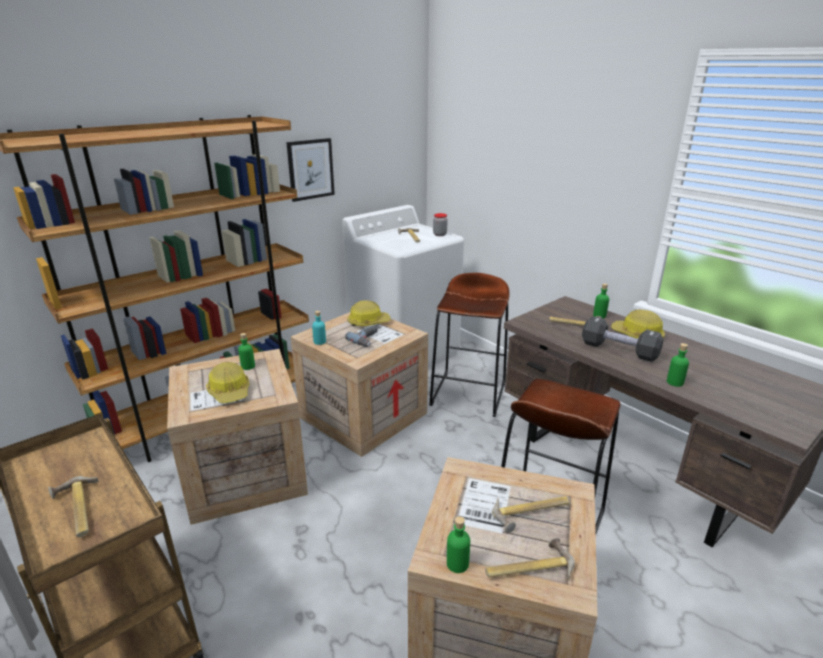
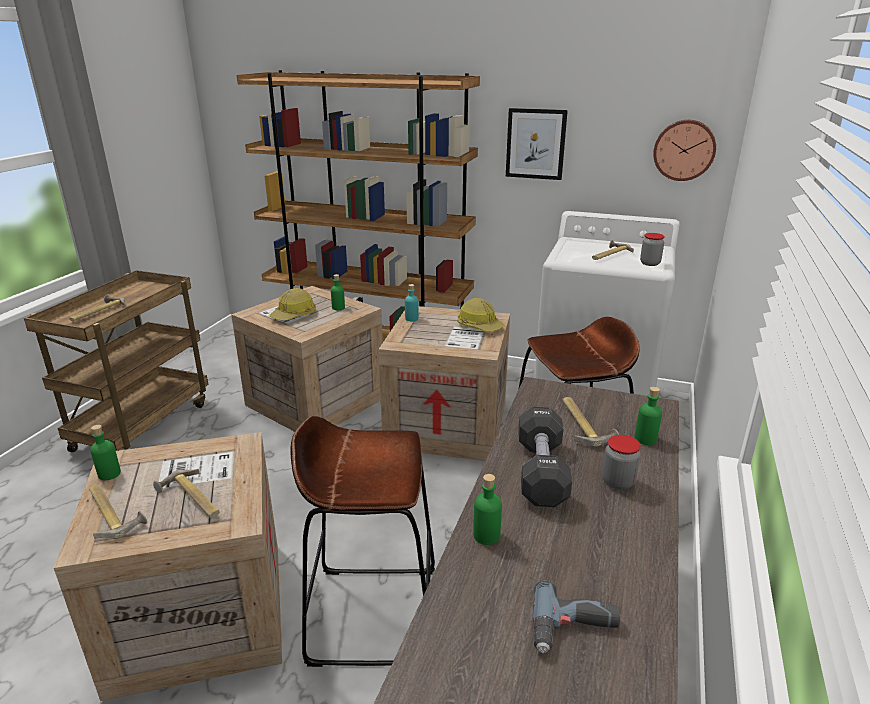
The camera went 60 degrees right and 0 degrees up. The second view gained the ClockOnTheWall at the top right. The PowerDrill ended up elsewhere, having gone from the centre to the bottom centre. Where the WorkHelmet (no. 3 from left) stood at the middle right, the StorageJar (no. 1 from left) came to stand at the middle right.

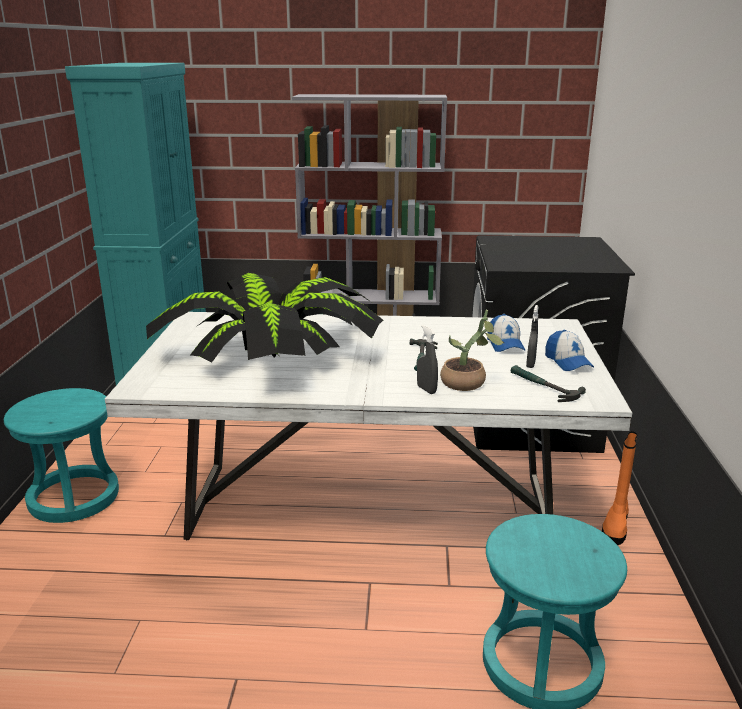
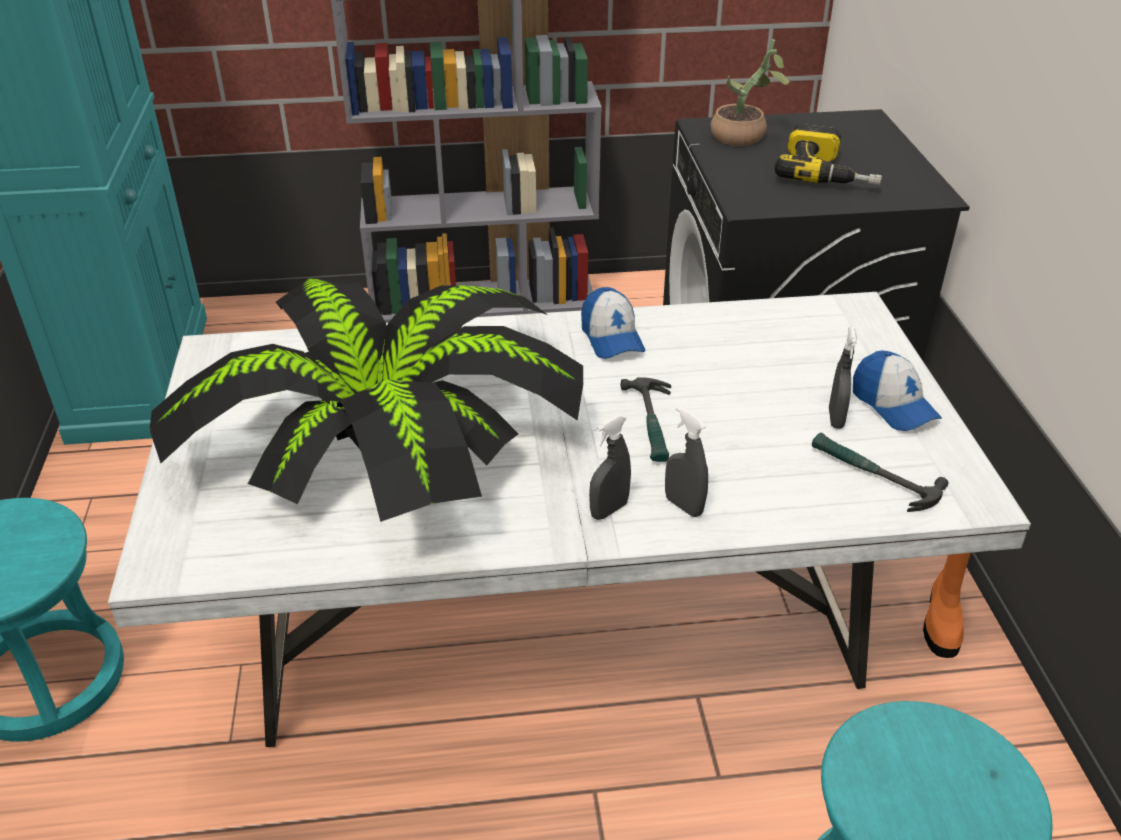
The camera went 10 degrees left and 15 degrees up. The second view gained the GreyishSprayer (no. 1 from left) at the centre. The second view gained the PowerDrill at the top right. The Houseplant (no. 2 from left) ended up elsewhere, having gone from the centre to the top right. The PeakedCap (no. 1 from left) ended up elsewhere, having gone from the middle right to the centre.

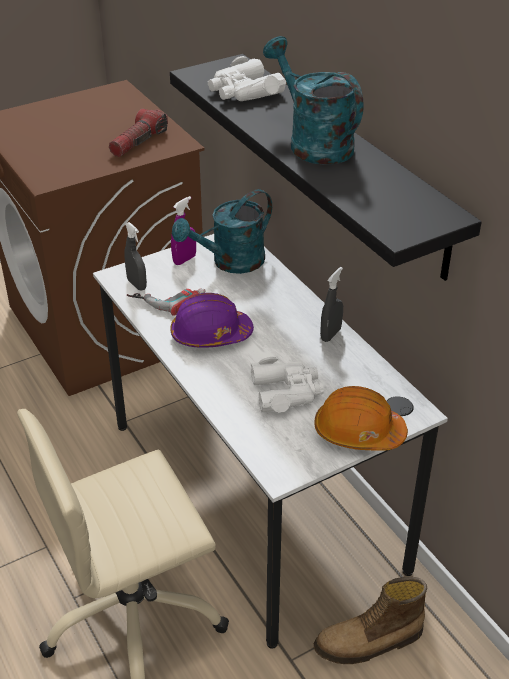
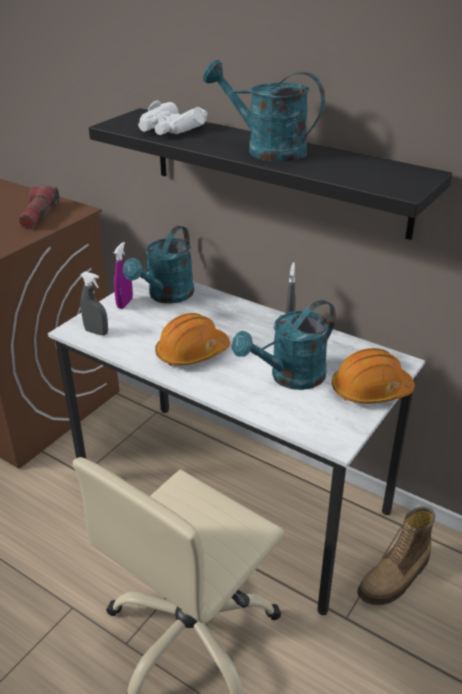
The camera went 25 degrees left and 5 degrees down. The second view lost the PowerDrill at the middle left. Where the WhiteColouredFieldGlasses (no. 2 from left) stood at the centre, the TurquoiseColouredWateringCan (no. 3 from left) came to stand at the centre. What was the PurpleColouredWorkHelmet at the centre turned into the OrangeyWorkHelmet (no. 1 from left) at the centre.

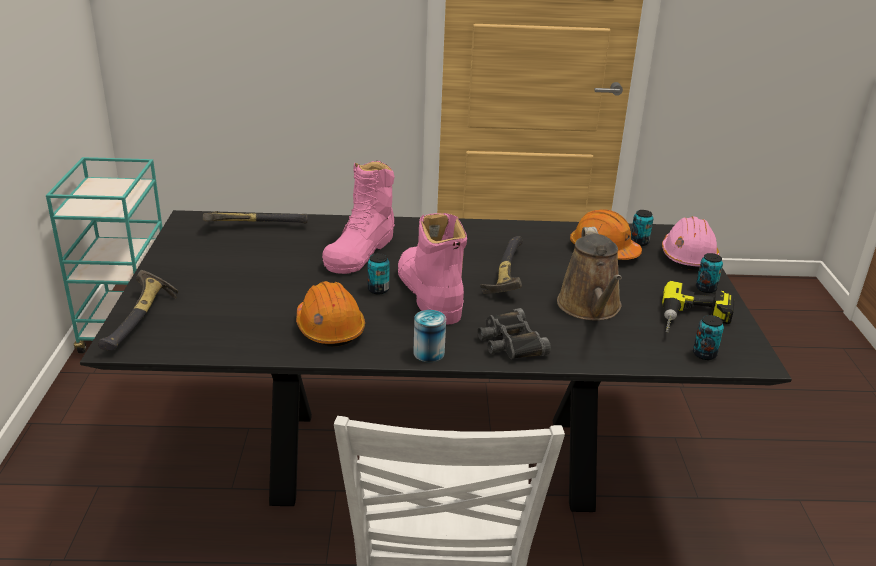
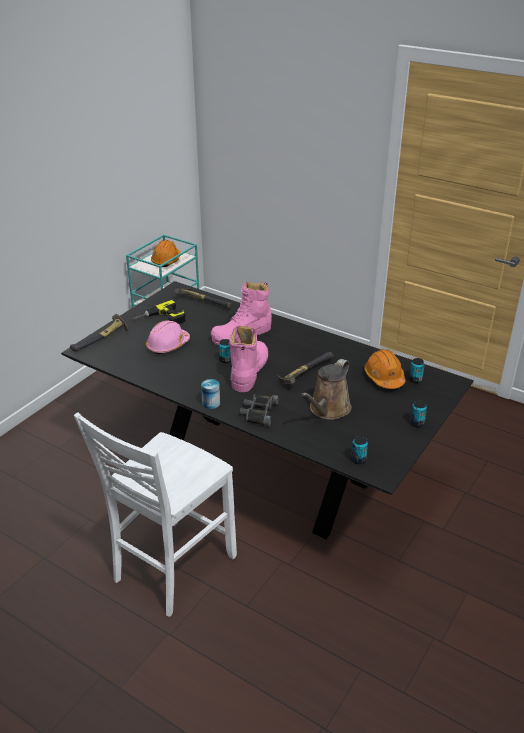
The camera went 35 degrees right and 5 degrees up. The OrangeyWorkHelmet (no. 1 from left) ended up elsewhere, having gone from the centre to the middle left. The PinkColouredWorkHelmet ended up elsewhere, having gone from the middle right to the middle left. The PowerDrill ended up elsewhere, having gone from the middle right to the middle left.

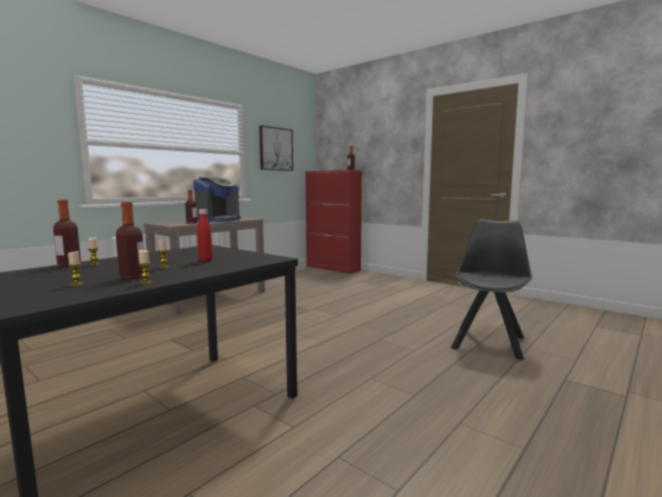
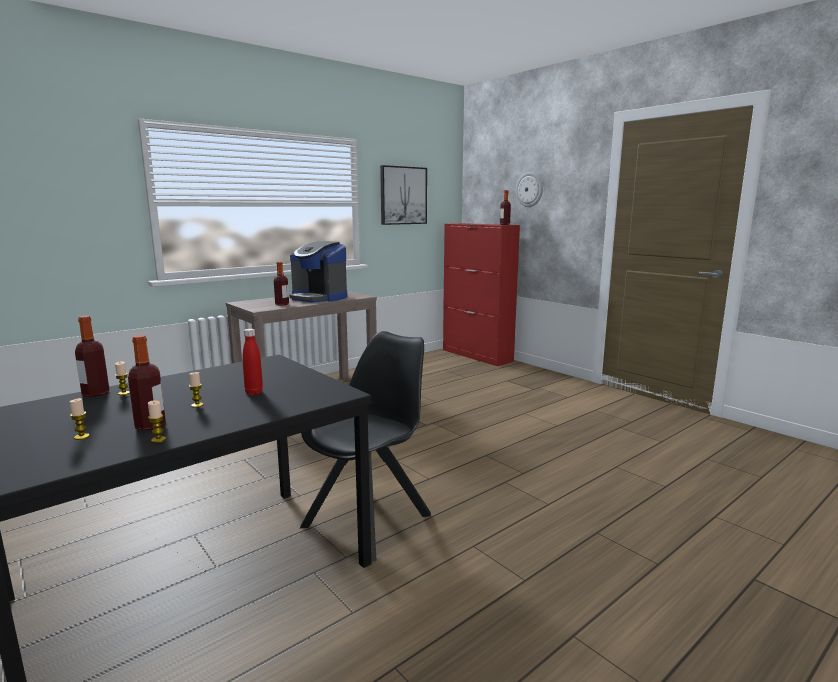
The camera went 10 degrees right and 5 degrees up. The second view gained the ClockOnTheWall at the top centre. The BlackColouredPlainChair ended up elsewhere, having gone from the middle right to the centre. The CoffeeBrewer at the middle left ended up facing another way, 75 degrees clockwise from before.

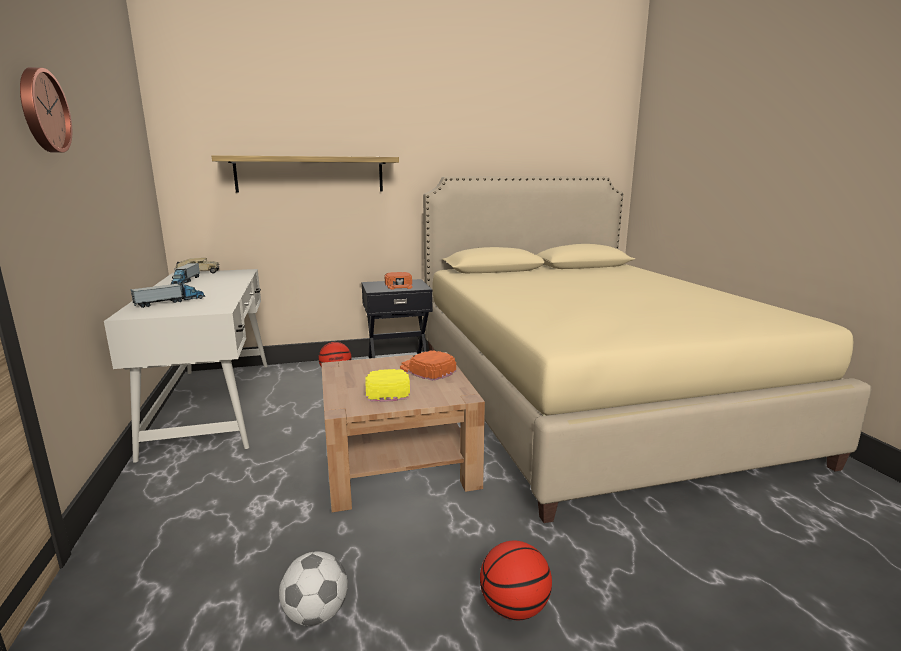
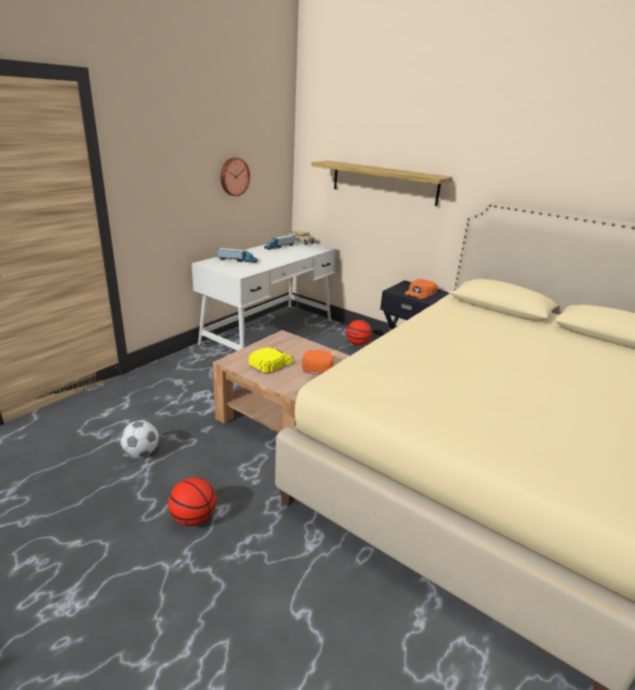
The camera went 50 degrees right and 10 degrees up. The ClockOnTheWall ended up elsewhere, having gone from the top left to the top centre.

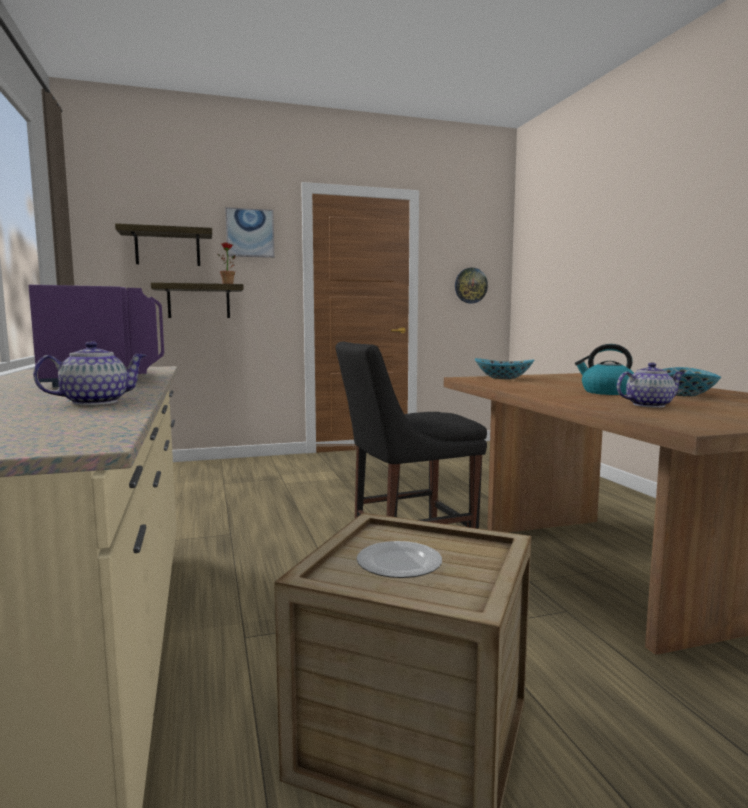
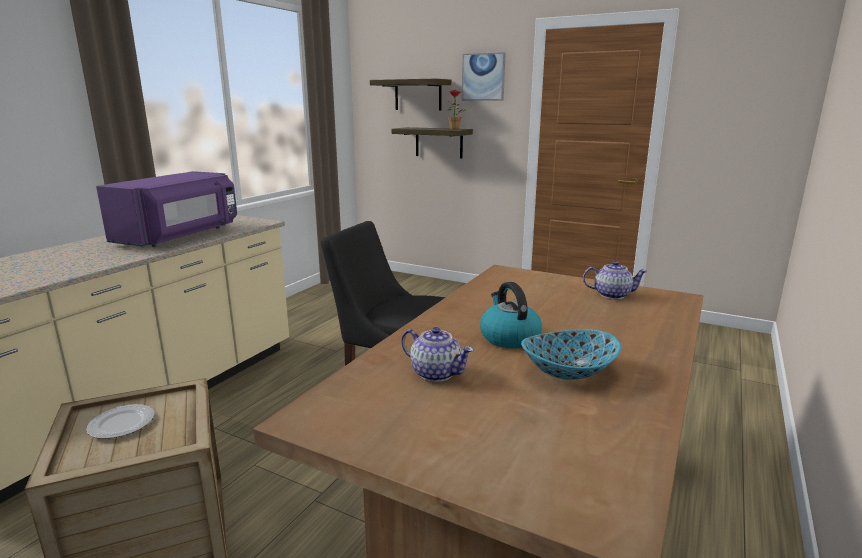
The camera went 45 degrees right and 10 degrees up. The second view lost the ClockOnTheWall at the centre. The second view lost the DeepDish (no. 1 from left) at the middle right. The Teapot (no. 1 from left in the first image) ended up elsewhere, having gone from the middle left to the middle right.

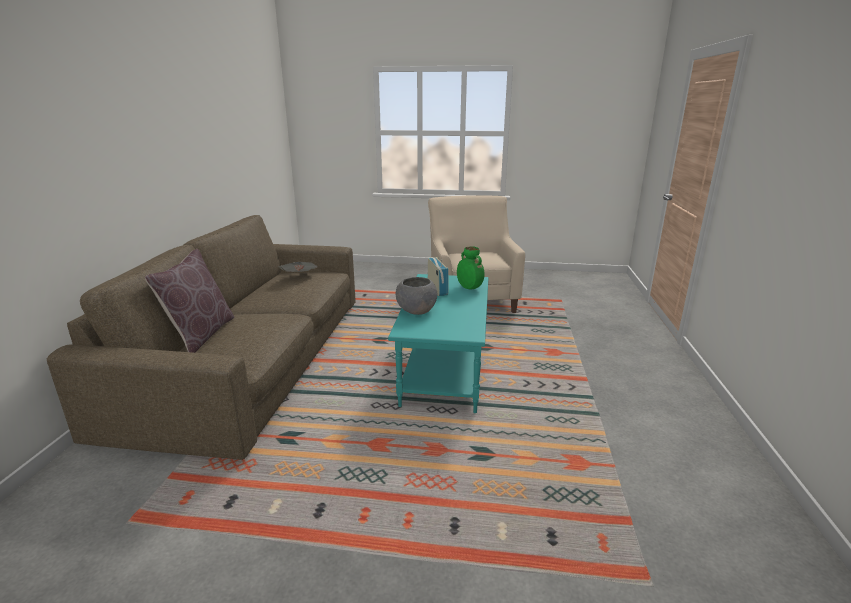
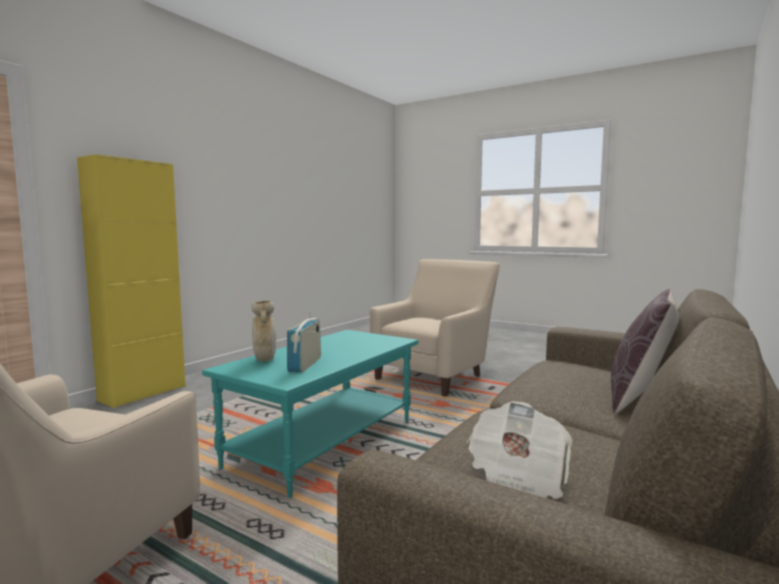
The camera went 155 degrees left and 15 degrees down. The second view lost the GreyishDeepDish at the centre. The second view gained the YellowishStorageCabinet at the middle left. The second view gained the BeigeColouredLoungeChair (no. 2 from left) at the centre. What was the GreenishVase at the centre turned into the BeigeColouredVase at the centre.

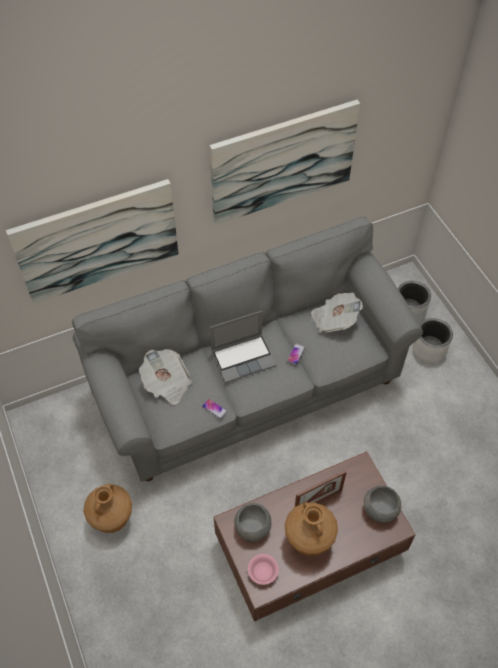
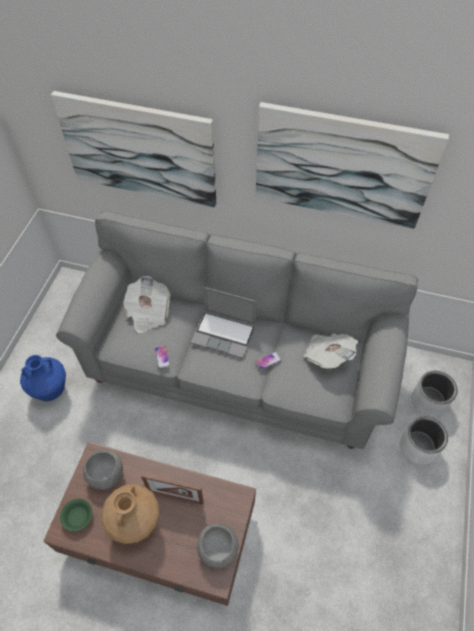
The camera went 40 degrees right and 0 degrees up. What was the BrownVase (no. 1 from left) at the bottom left turned into the BlueVase at the middle left. What was the PinkColouredDeepDish at the bottom centre turned into the GreenishDeepDish at the bottom left.

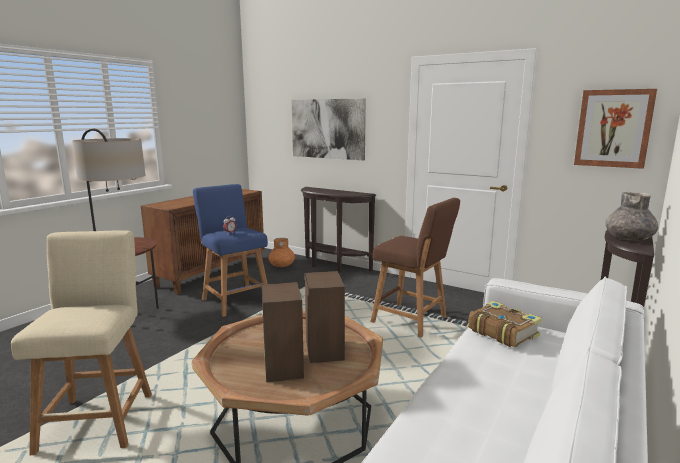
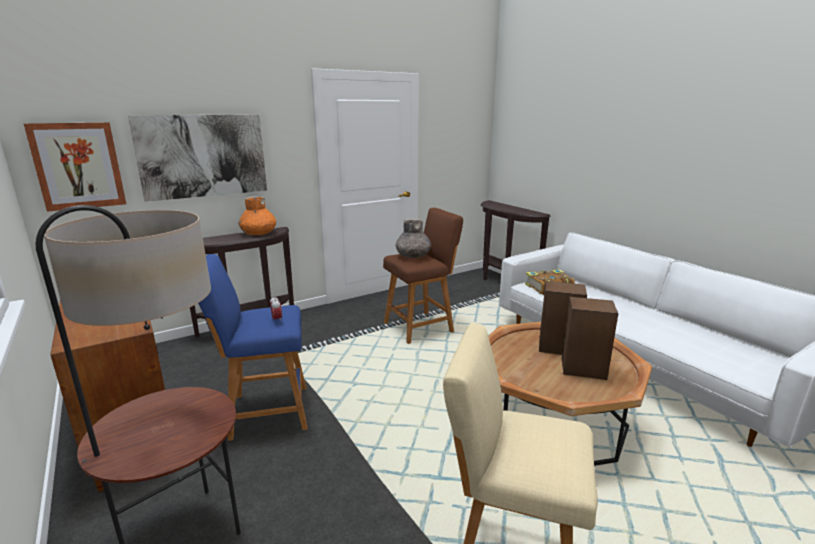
The camera went 65 degrees left and 5 degrees up. The OrangeyVase ended up elsewhere, having gone from the centre to the middle left. The Picture (no. 2 from left in the first image) ended up elsewhere, having gone from the top right to the top left. The GreyishVase ended up elsewhere, having gone from the middle right to the centre.

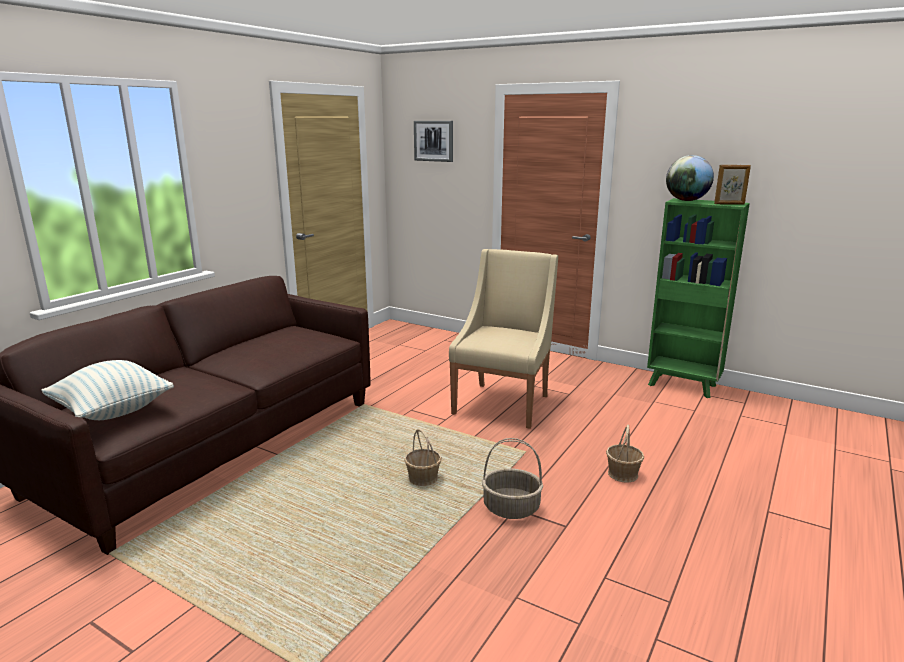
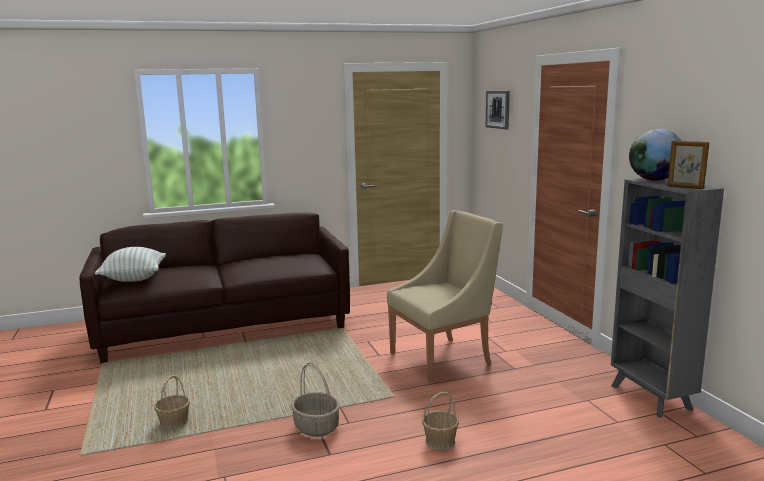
The camera went 40 degrees right and 5 degrees down. The Basket (no. 1 from left) ended up elsewhere, having gone from the bottom centre to the bottom left. What was the GreenishShelvingUnit at the middle right turned into the GreyishShelvingUnit at the middle right.

